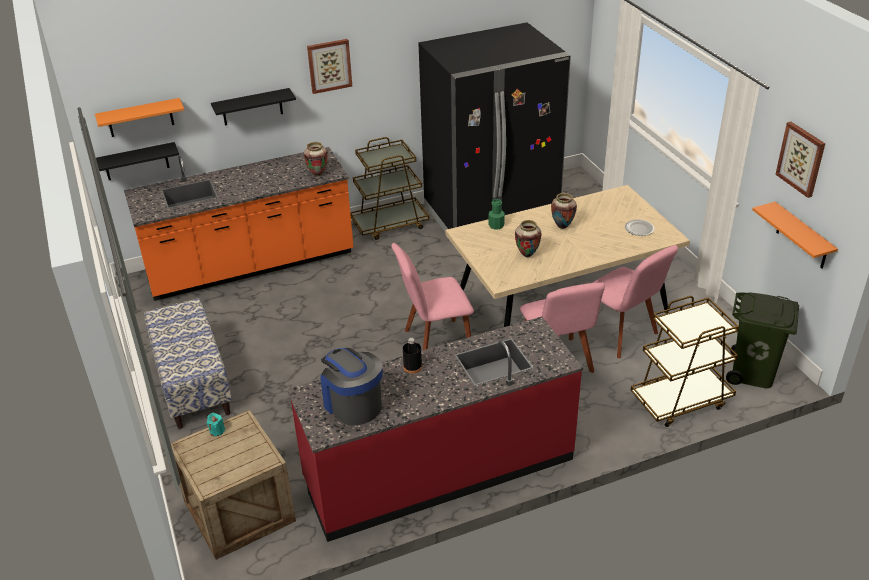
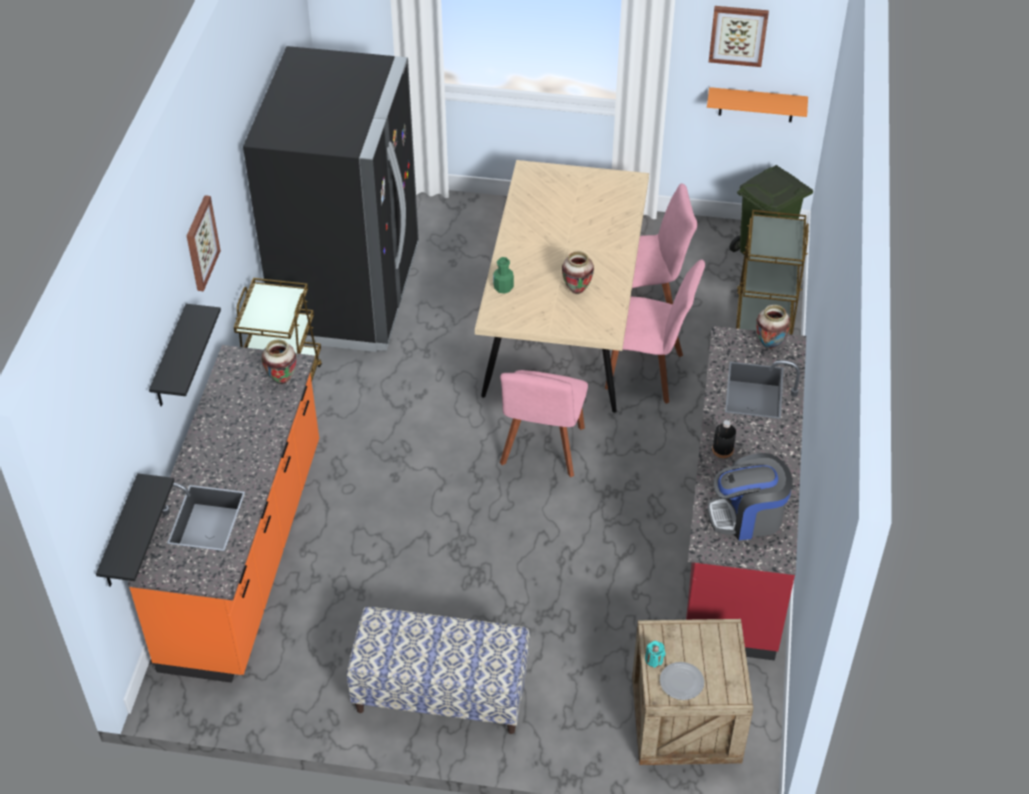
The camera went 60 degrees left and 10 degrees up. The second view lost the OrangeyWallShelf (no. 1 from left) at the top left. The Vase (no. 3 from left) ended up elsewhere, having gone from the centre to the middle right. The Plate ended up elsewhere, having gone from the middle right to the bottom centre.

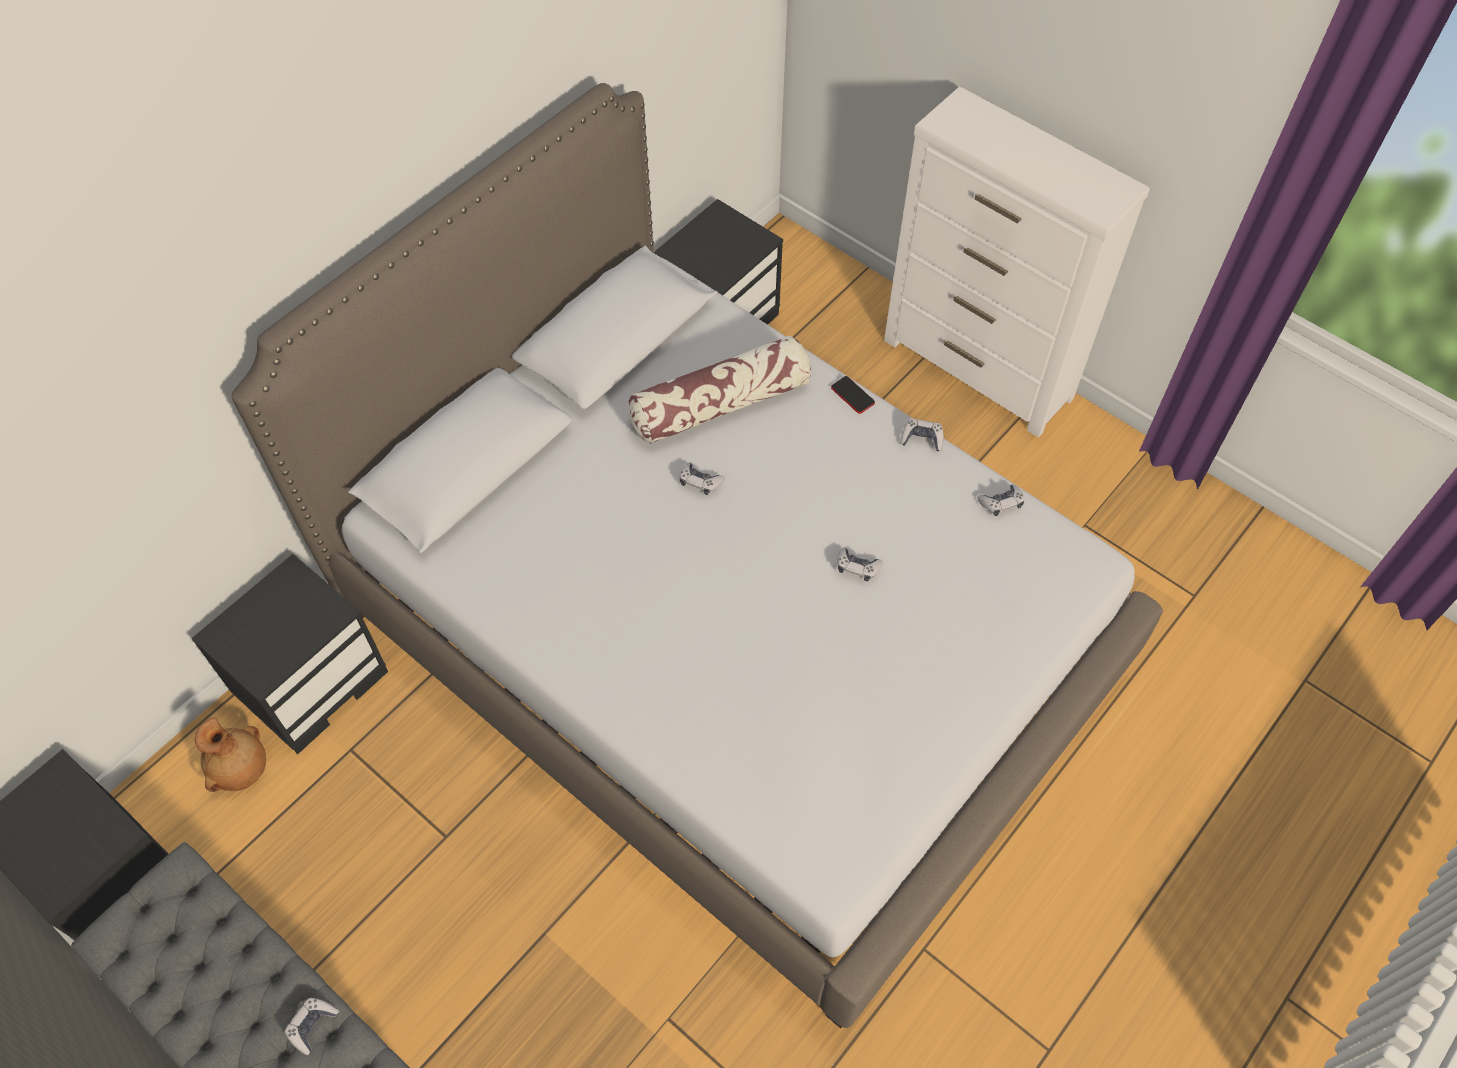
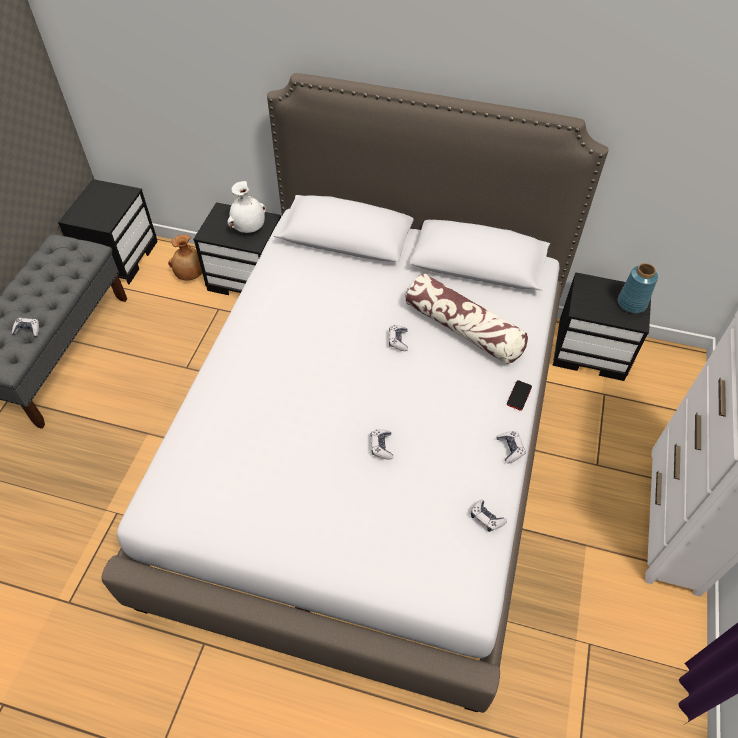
The camera went 65 degrees right and 5 degrees down. The second view gained the WhiteColouredVase at the top centre. The second view gained the BlueVase at the middle right.

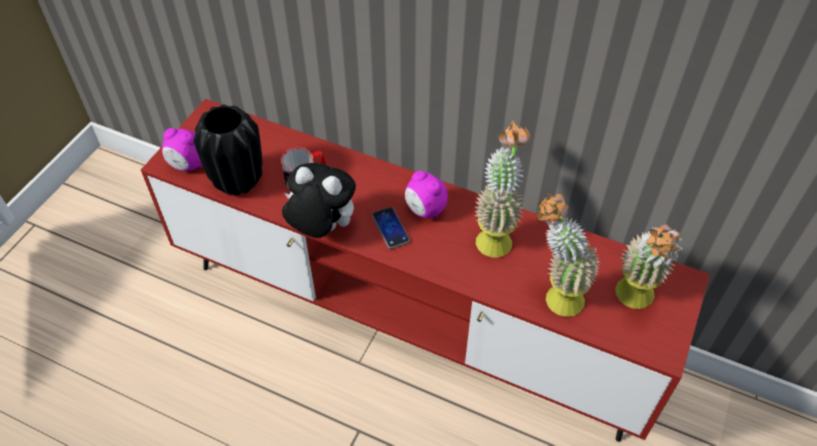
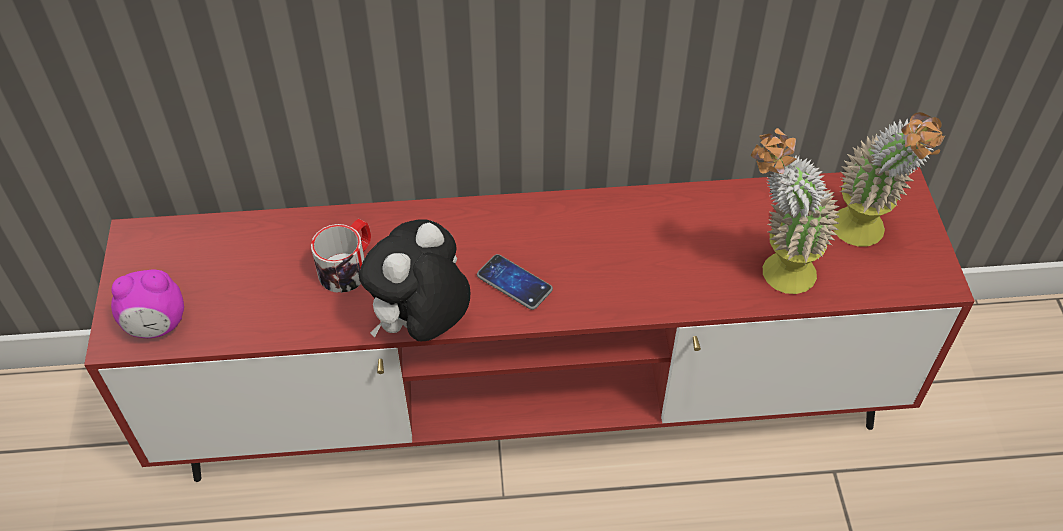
The camera went 30 degrees left and 0 degrees up. The second view lost the BlackColouredVase at the middle left. The second view lost the BedsideClock (no. 2 from left) at the centre. The second view lost the Houseplant (no. 1 from left) at the centre. The CuddlyToy at the centre ended up facing another way, 45 degrees counterclockwise from before.

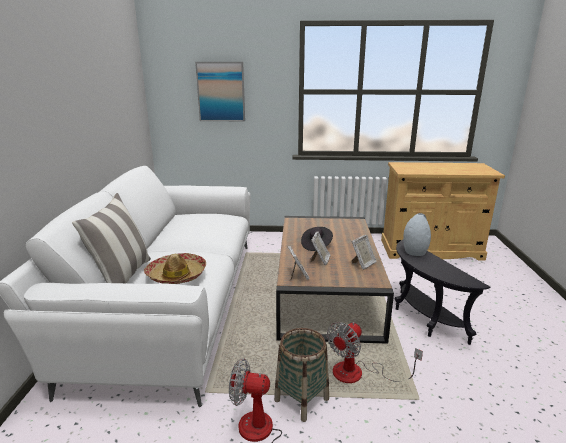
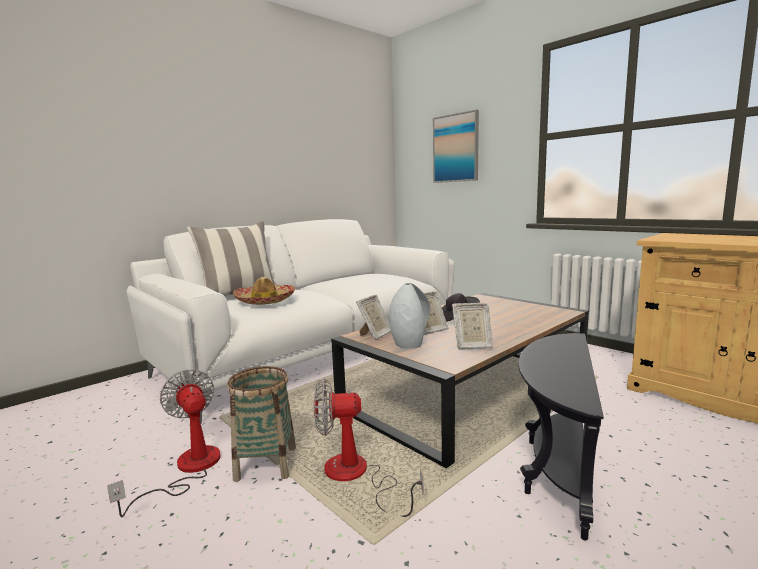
The camera went 45 degrees right and 10 degrees down. The GreyishVase ended up elsewhere, having gone from the middle right to the centre.

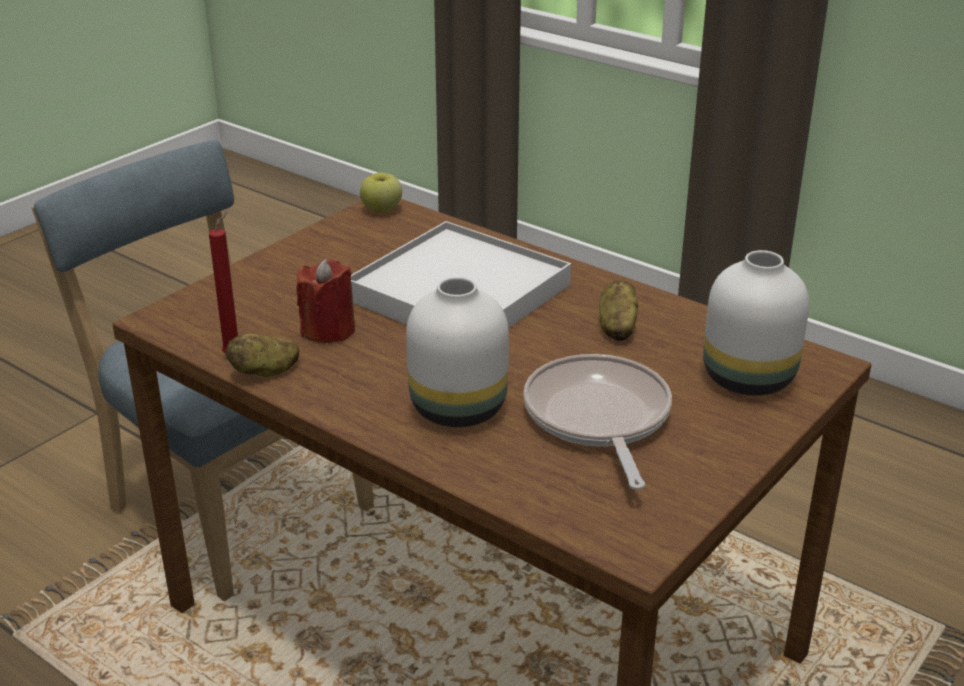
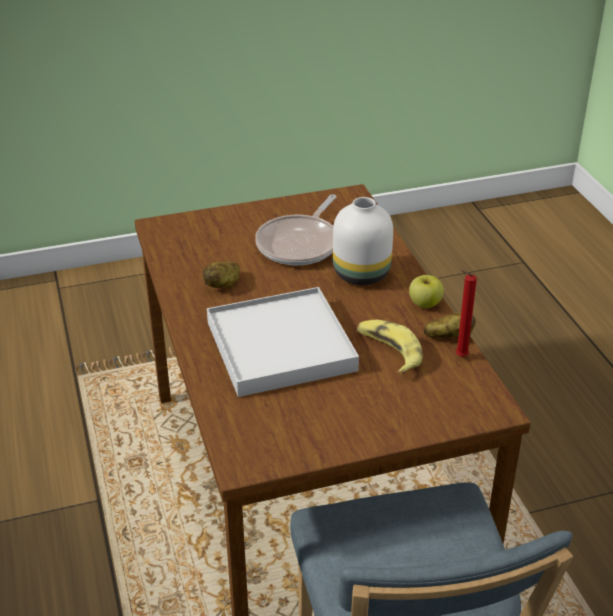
The camera went 145 degrees left and 5 degrees up. The second view lost the WhiteColouredVase (no. 2 from left) at the middle right. The WholeApple ended up elsewhere, having gone from the top centre to the middle right. Where the RedWaxLight (no. 2 from left) stood at the centre, the Banana came to stand at the centre.

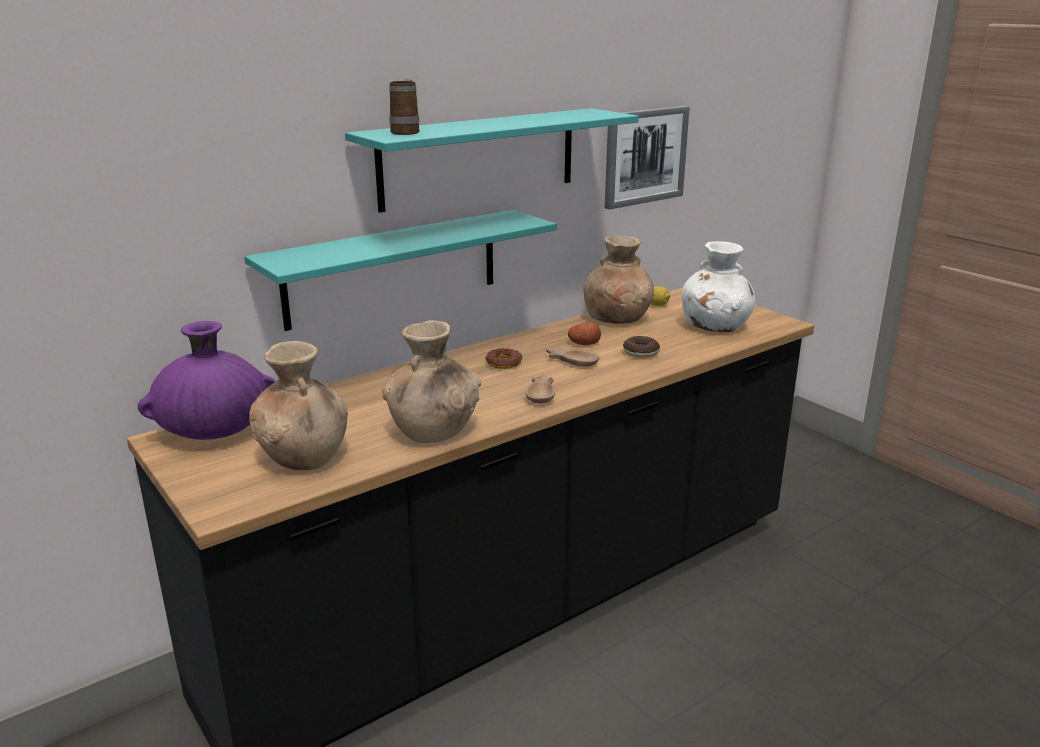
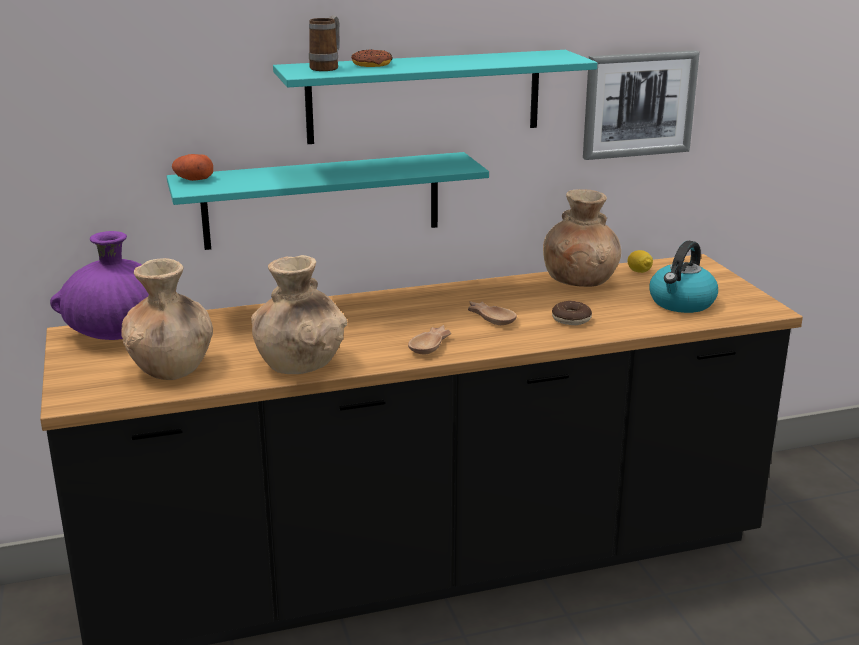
The camera went 20 degrees right and 0 degrees up. The Doughnut (no. 1 from left) ended up elsewhere, having gone from the centre to the top centre. The Spud ended up elsewhere, having gone from the centre to the top left. Where the WhiteColouredVase stood at the middle right, the WaterKettle came to stand at the middle right.

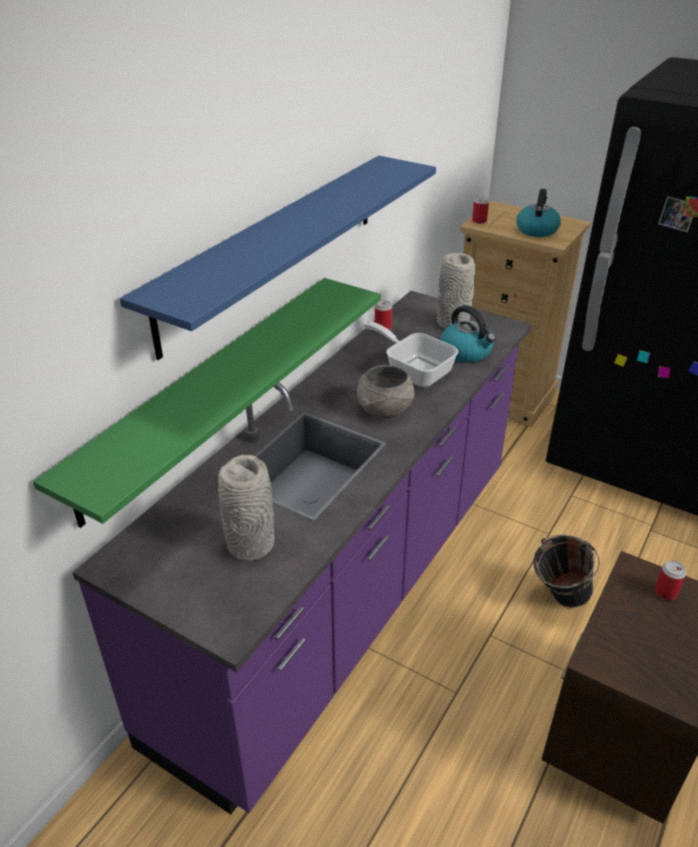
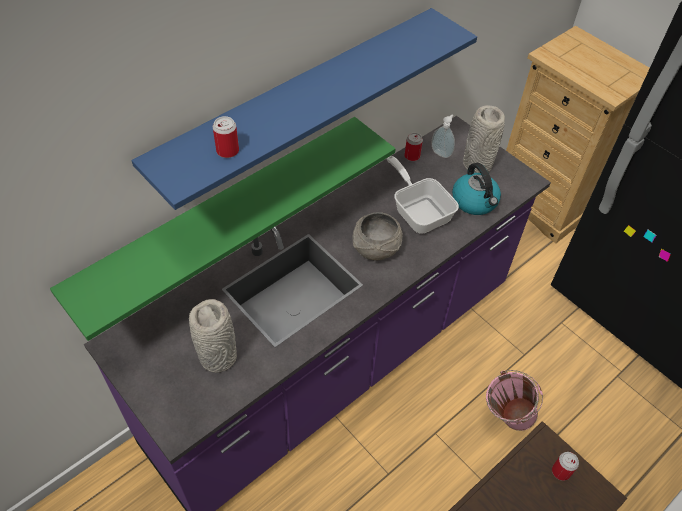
The camera went 15 degrees right and 15 degrees up. The second view lost the WaterKettle (no. 2 from left) at the top right. The second view gained the LiquidSoapBottle at the top centre. The MetalCan (no. 2 from left in the first image) ended up elsewhere, having gone from the top right to the top left. What was the BlackColouredWaterBucket at the bottom right turned into the PinkColouredWaterBucket at the bottom right.

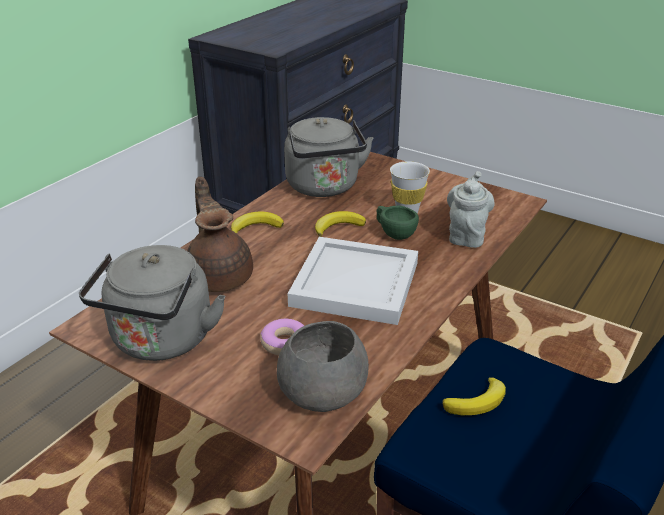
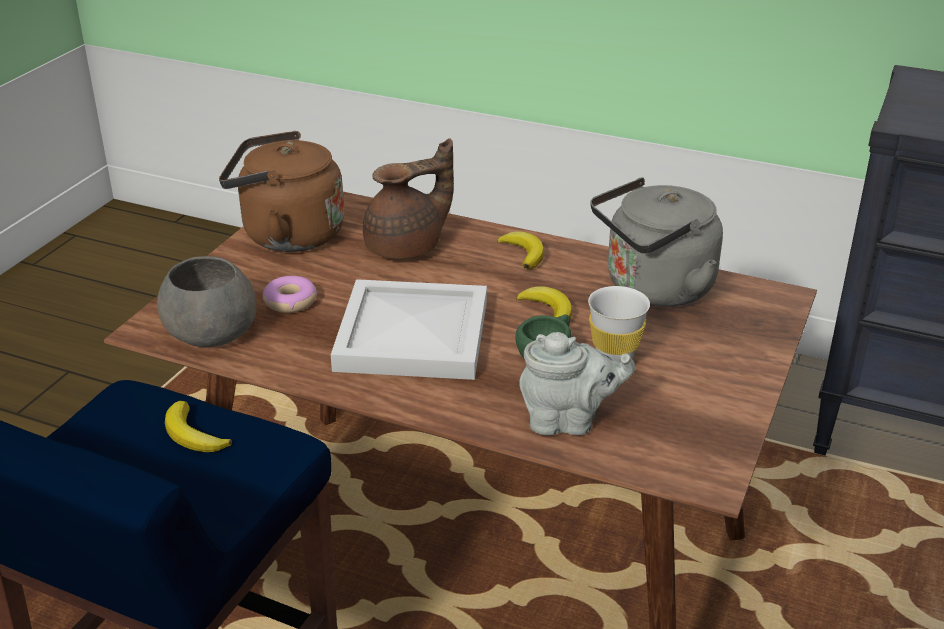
The camera went 80 degrees right and 0 degrees up. What was the GreyishWaterKettle (no. 1 from left) at the middle left turned into the BrownWaterKettle at the top left.

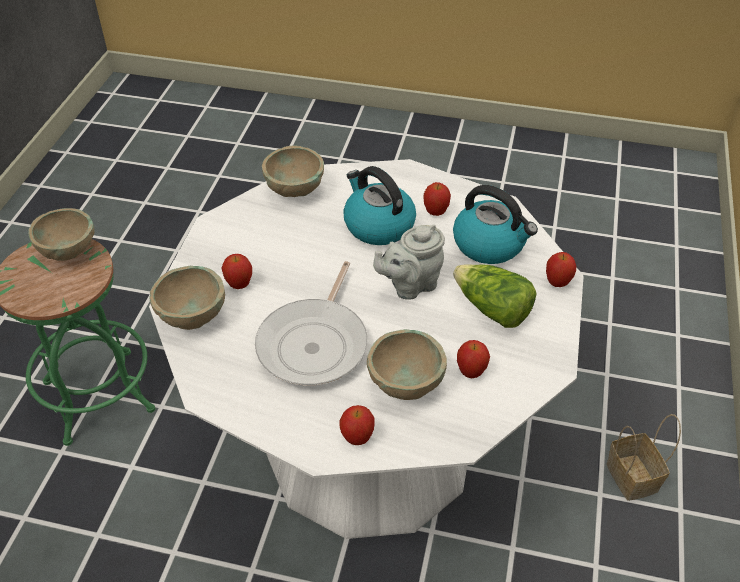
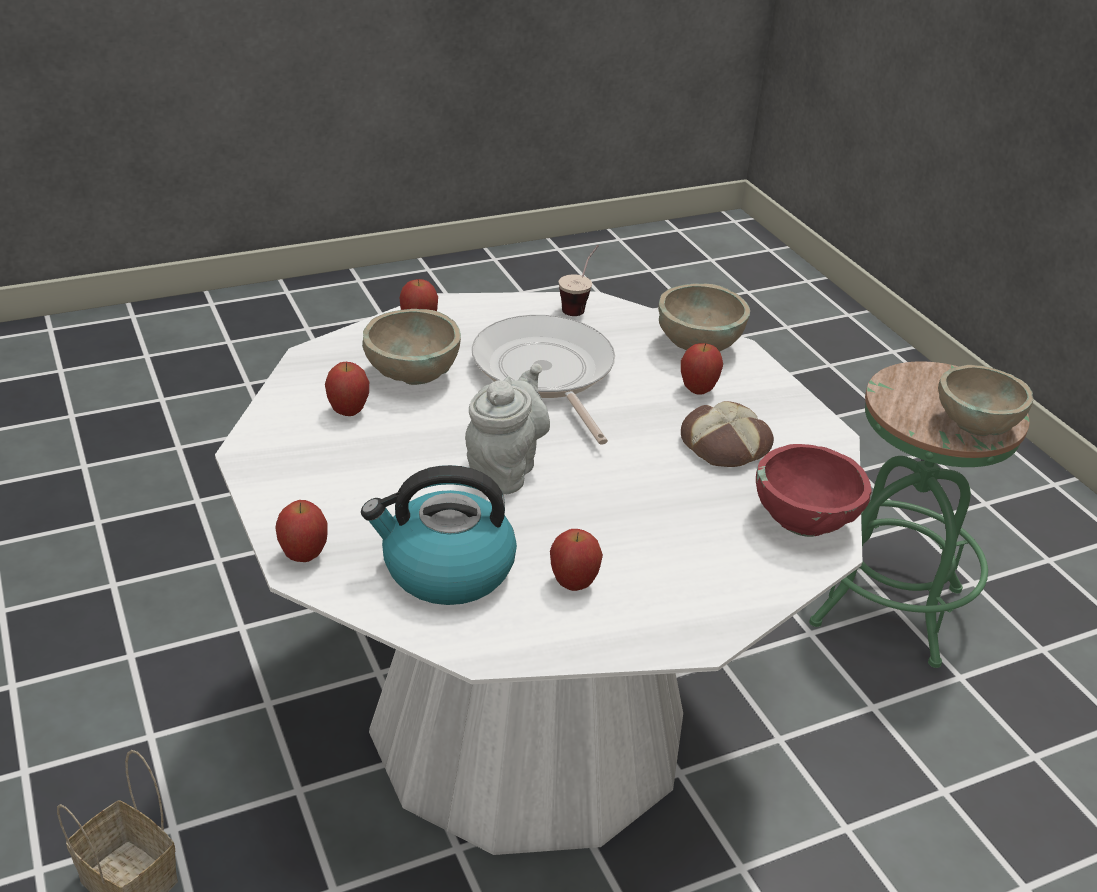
The camera went 140 degrees right and 10 degrees down. The second view lost the WaterKettle (no. 1 from left) at the centre. The second view lost the LettuceHead at the middle right. The second view gained the DrinkingCup at the top centre. The second view gained the BakedBread at the centre. What was the BeigeColouredDeepDish (no. 3 from left) at the top centre turned into the RedDeepDish at the middle right.

